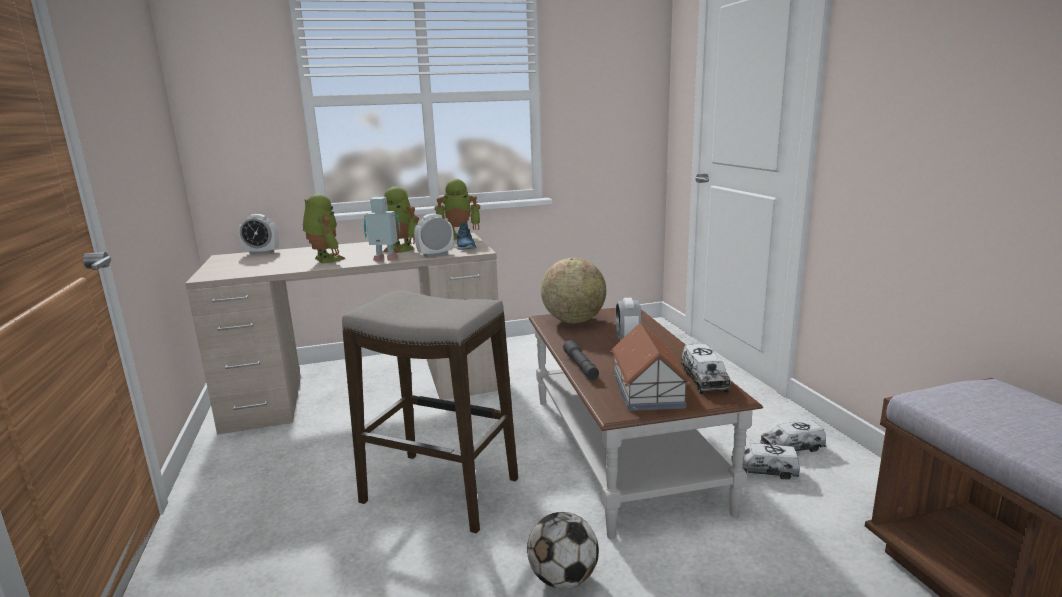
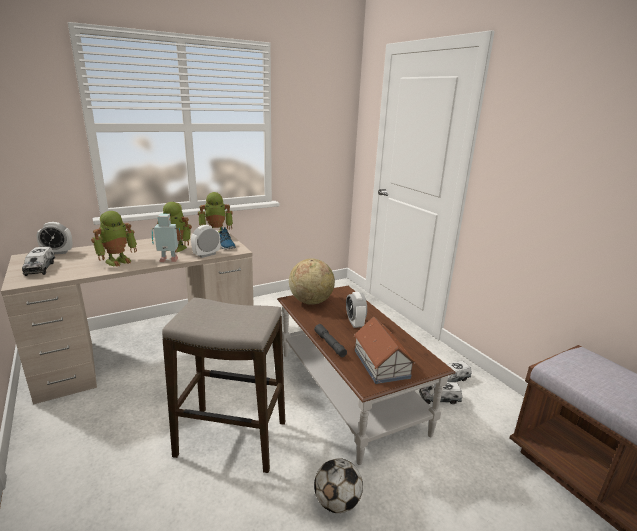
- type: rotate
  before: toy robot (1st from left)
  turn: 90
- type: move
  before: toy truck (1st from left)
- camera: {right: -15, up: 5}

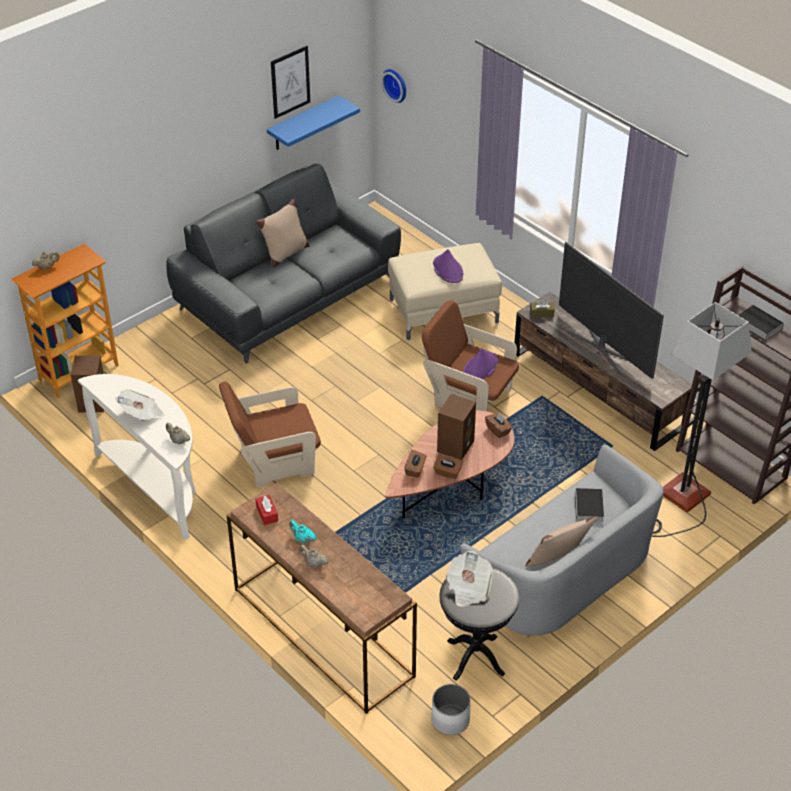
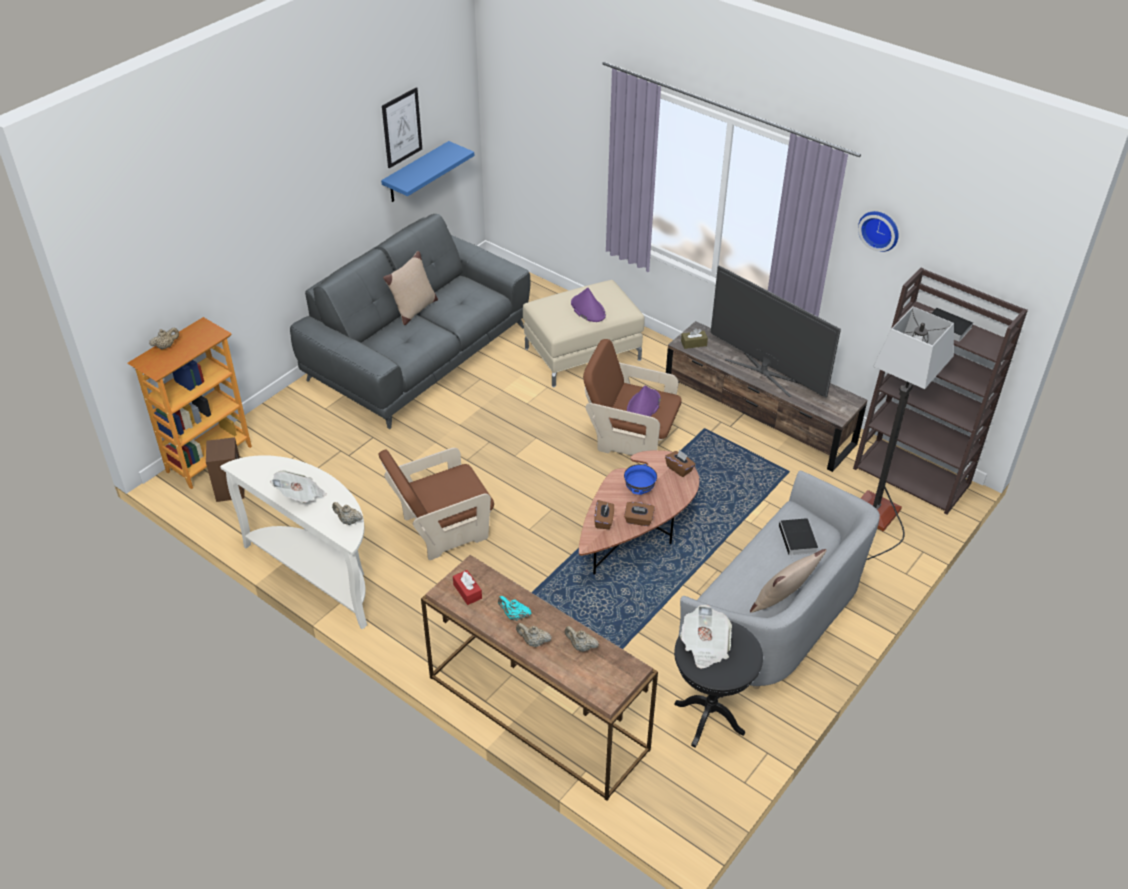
- type: move
  before: wall clock
- type: delete
  before: white planter
- type: replace
  before: brown speaker (2nd from left)
  after: blue bowl
- type: insert
  after: beige teapot (4th from left)
- camera: {right: -10, up: 0}

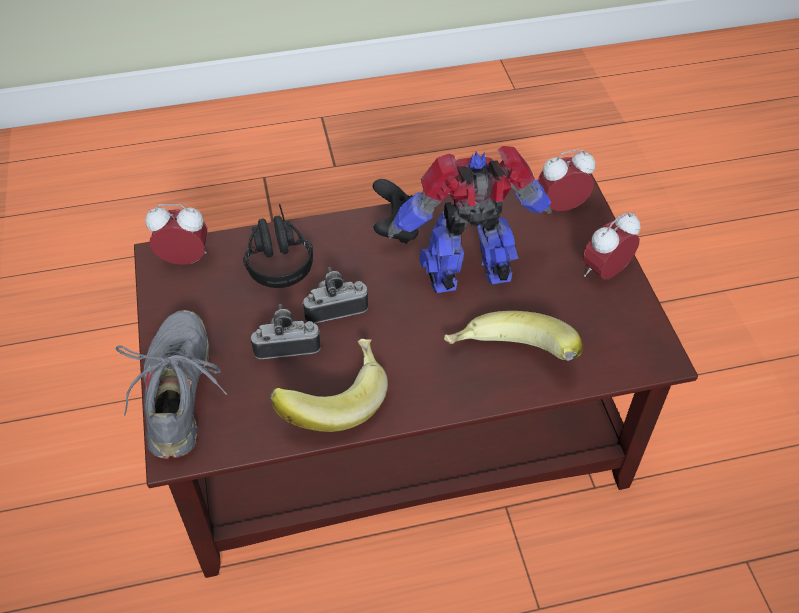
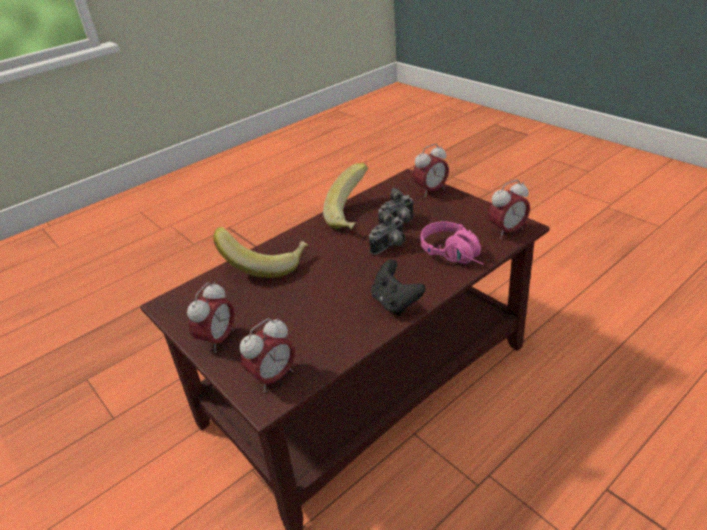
- type: replace
  before: grey shoe
  after: alarm clock (3rd from left)
- type: recolor
  before: black headphones
  after: pink headphones
- type: delete
  before: toy robot
- camera: {right: 155, up: -15}

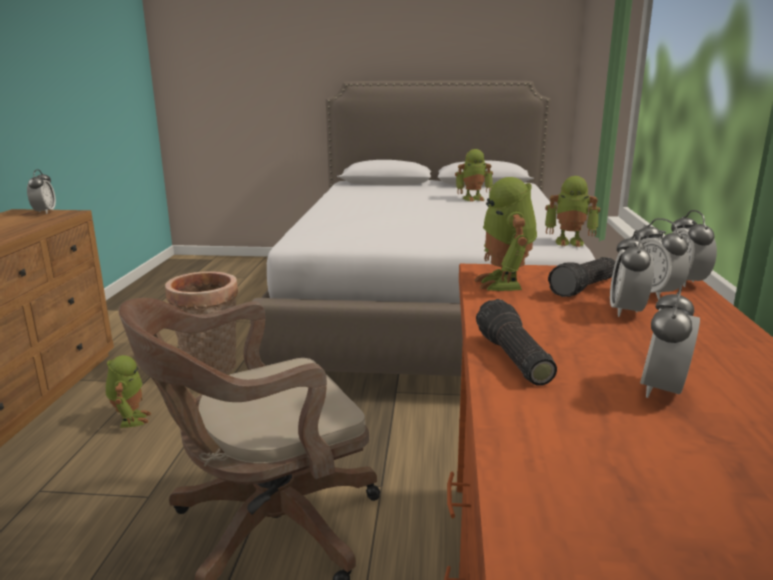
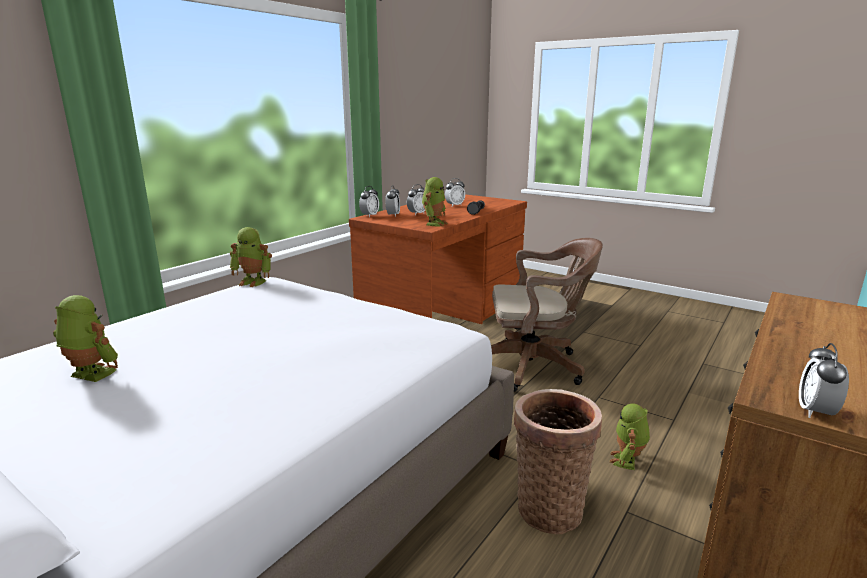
- type: rotate
  before: toy robot (4th from left in the first image)
  turn: 150
- type: delete
  before: flashlight (2nd from left)
- camera: {right: -150, up: 0}

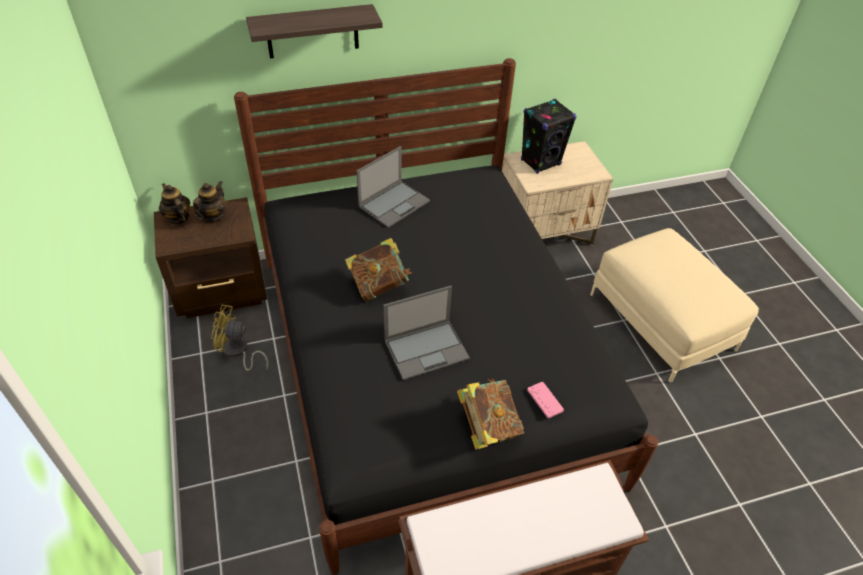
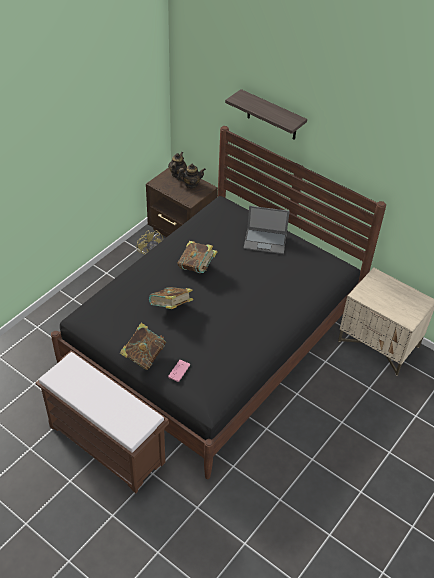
- type: replace
  before: laptop (2nd from left)
  after: book (2nd from left)
- type: delete
  before: black speaker
- type: delete
  before: beige ottoman
- camera: {right: 55, up: 0}

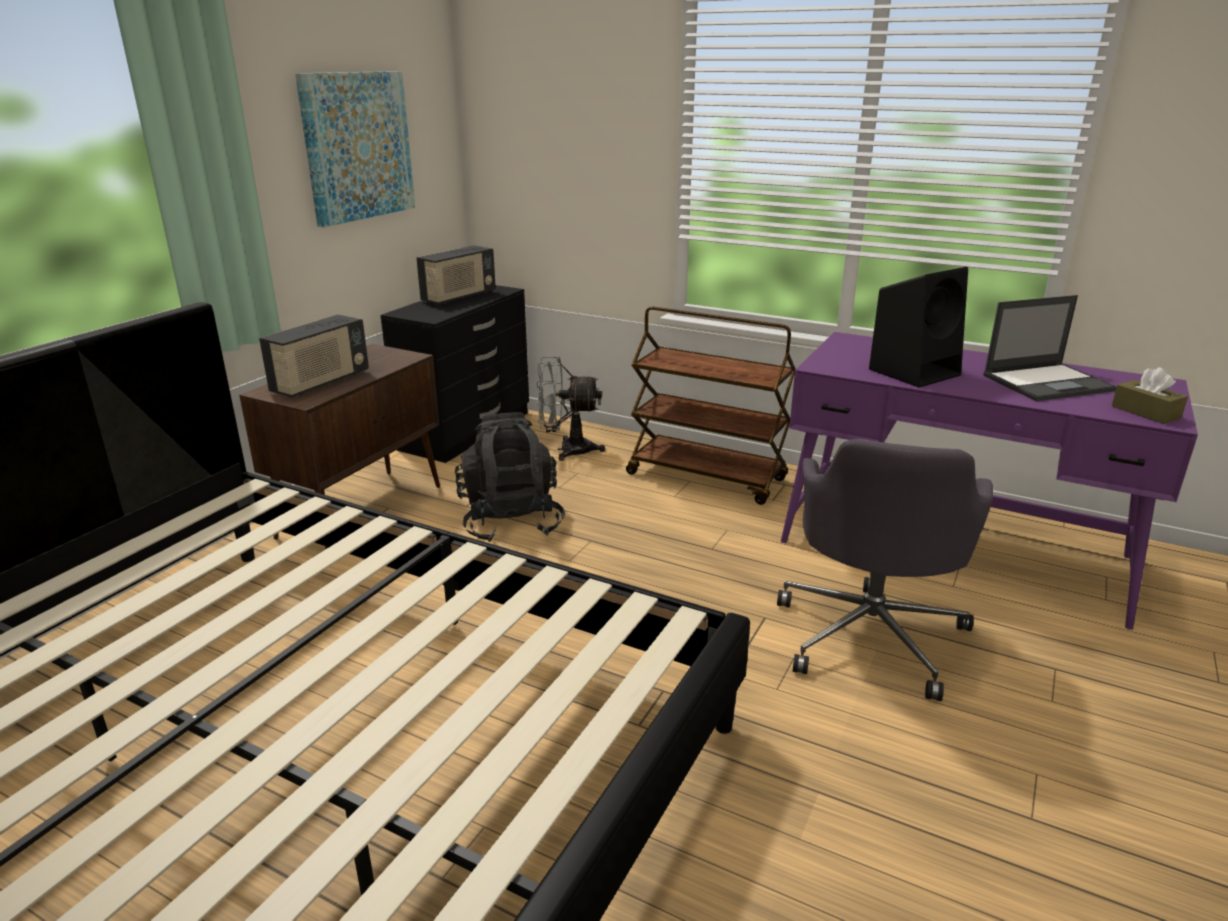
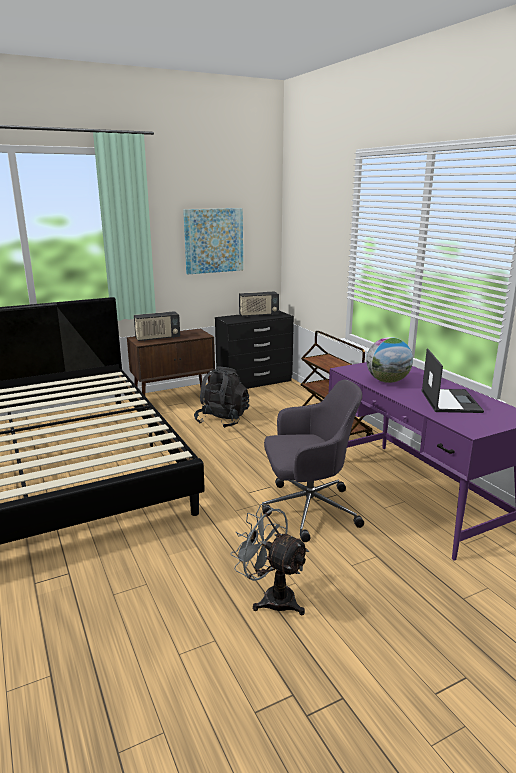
- type: move
  before: grey fan
- type: rotate
  before: grey office chair
  turn: -150
- type: replace
  before: black speaker
  after: globe
- type: rotate
  before: laptop
  turn: -105
- type: delete
  before: brown tissue box
- camera: {right: 35, up: -5}

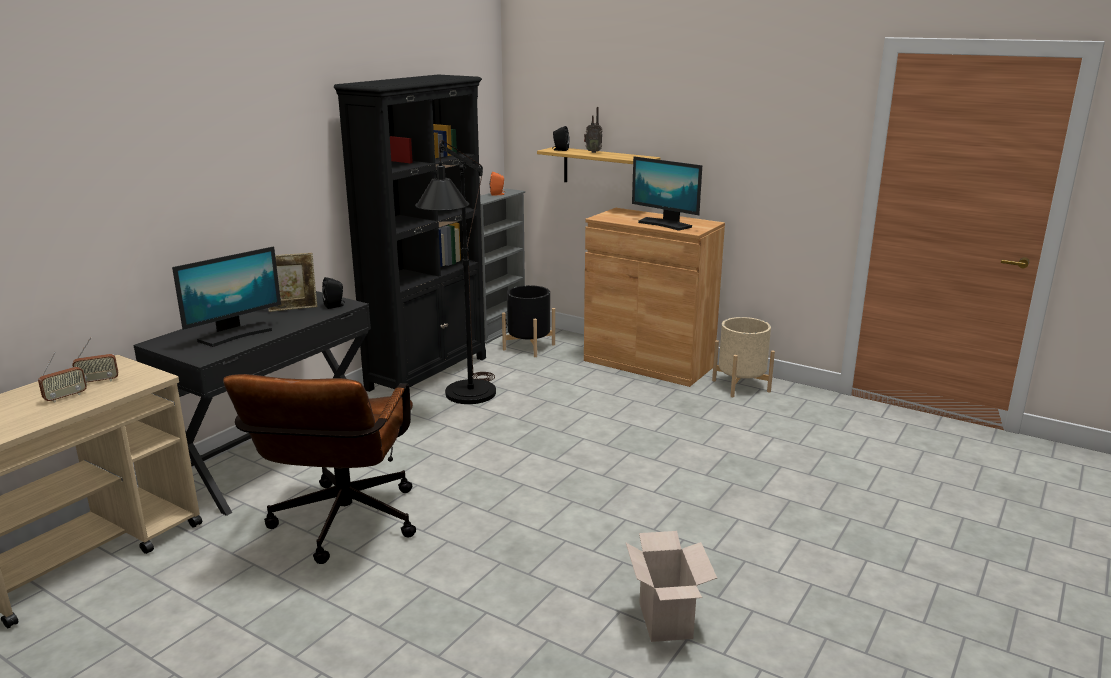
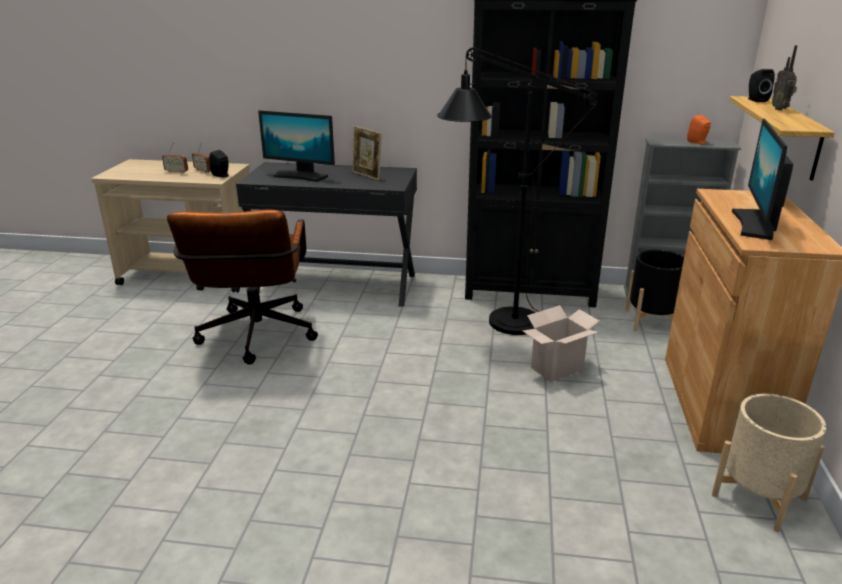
- type: rotate
  before: brown office chair
  turn: -75
- type: move
  before: black speaker (1st from left)
- type: move
  before: cardboard box
- camera: {right: 65, up: 5}

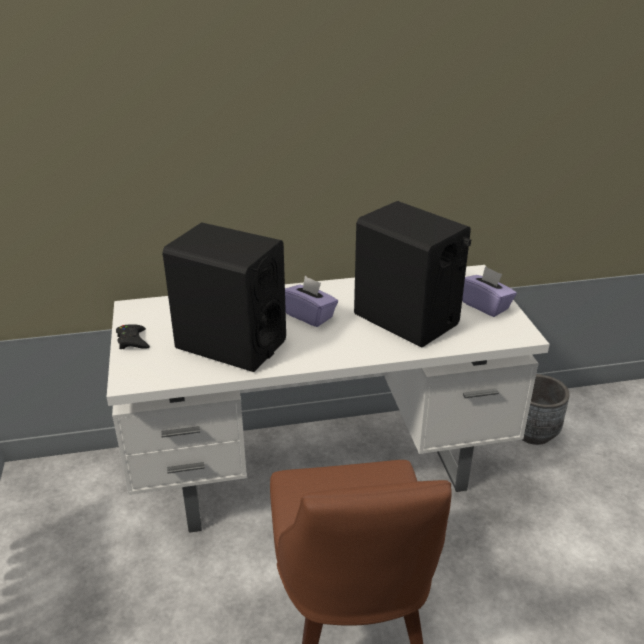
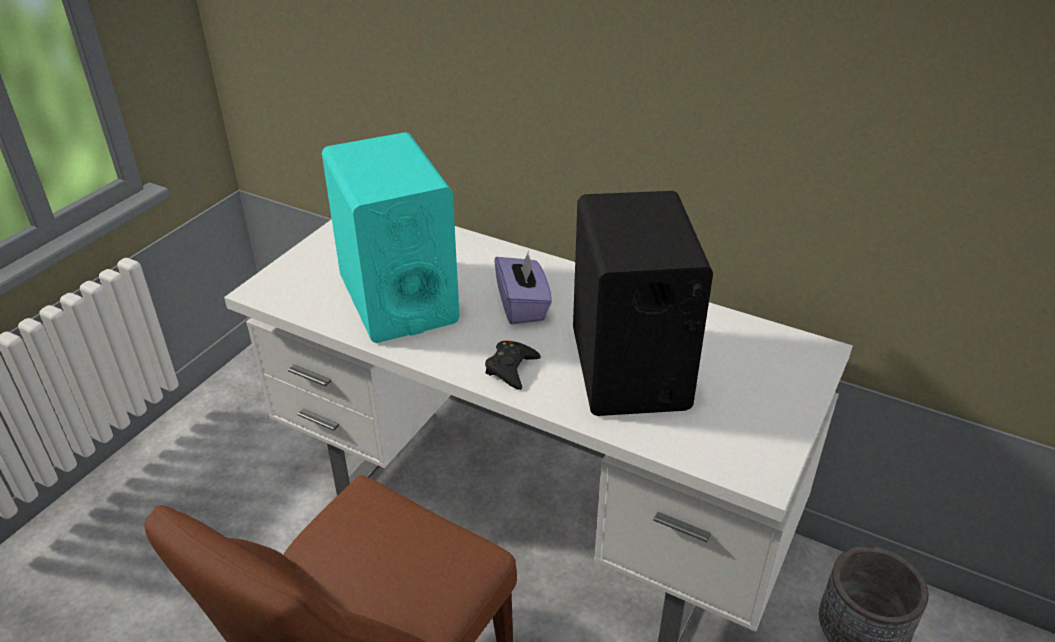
- type: move
  before: black game controller
- type: recolor
  before: black speaker (1st from left)
  after: turquoise speaker
- type: delete
  before: purple tissue box (2nd from left)
- camera: {right: 40, up: 5}

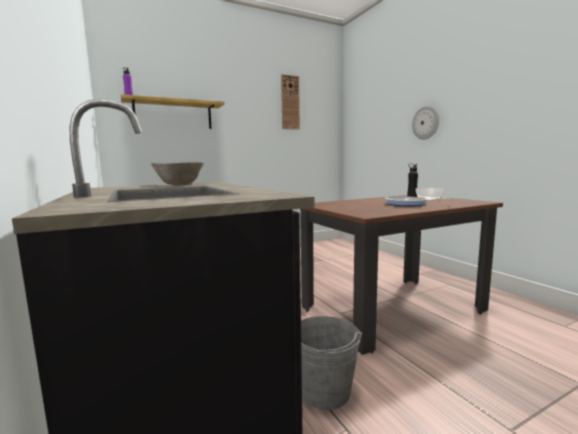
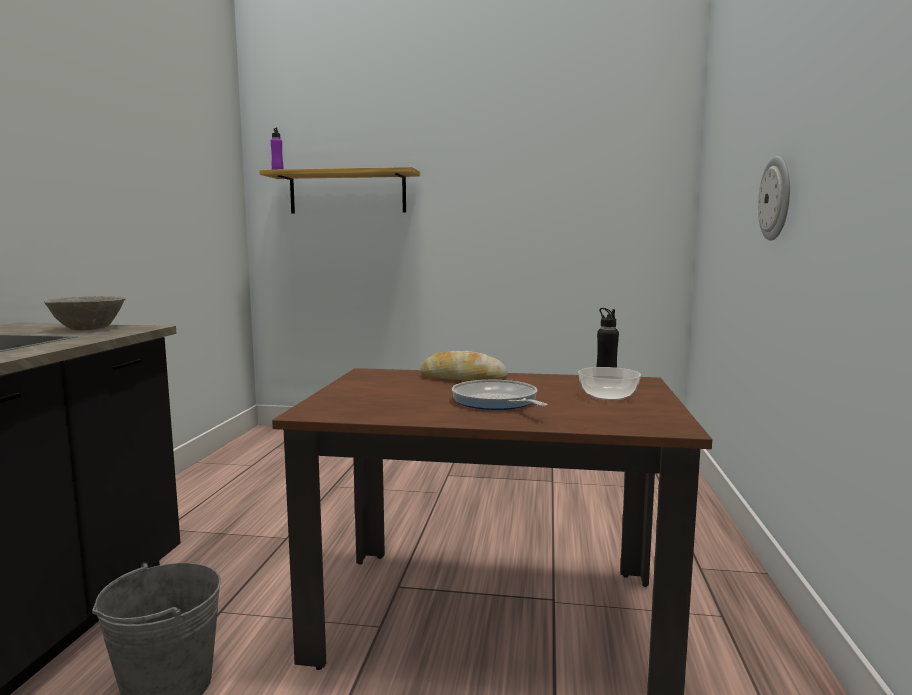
- type: delete
  before: wall clock (1st from left)
- type: insert
  after: bread
- camera: {right: 35, up: 0}

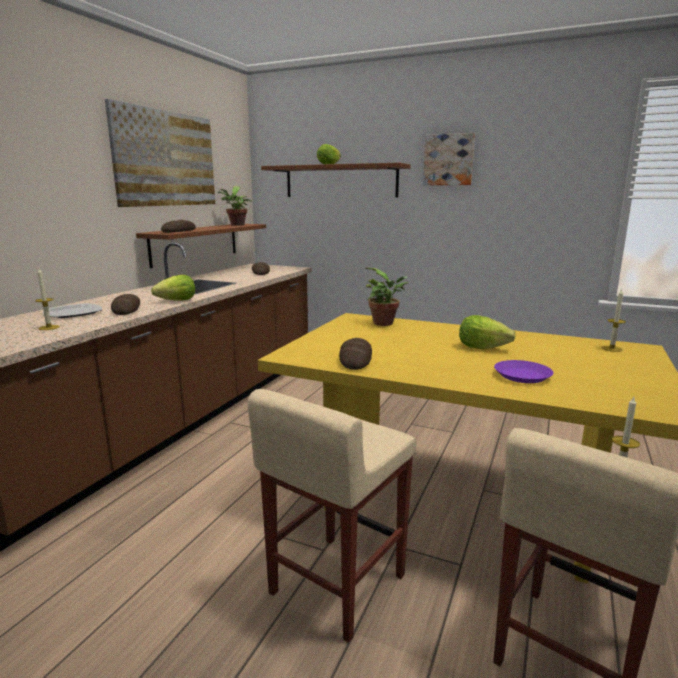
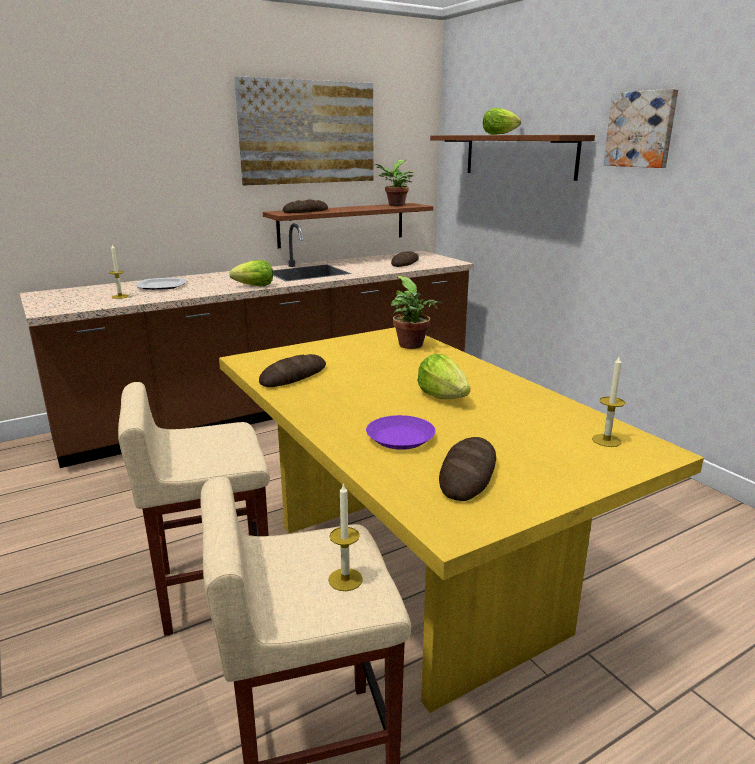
- type: move
  before: bread (1st from left in the first image)
  after: bread (4th from left)
- camera: {right: 35, up: 5}

